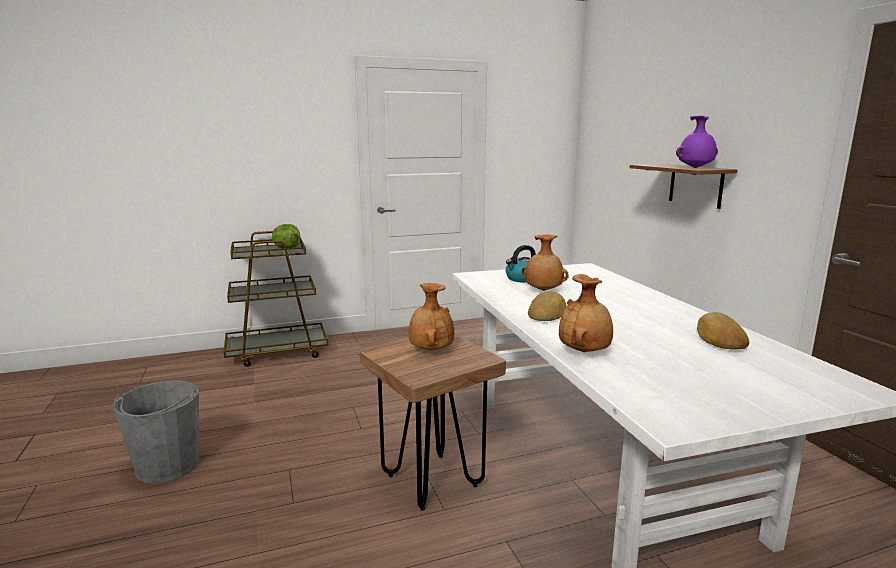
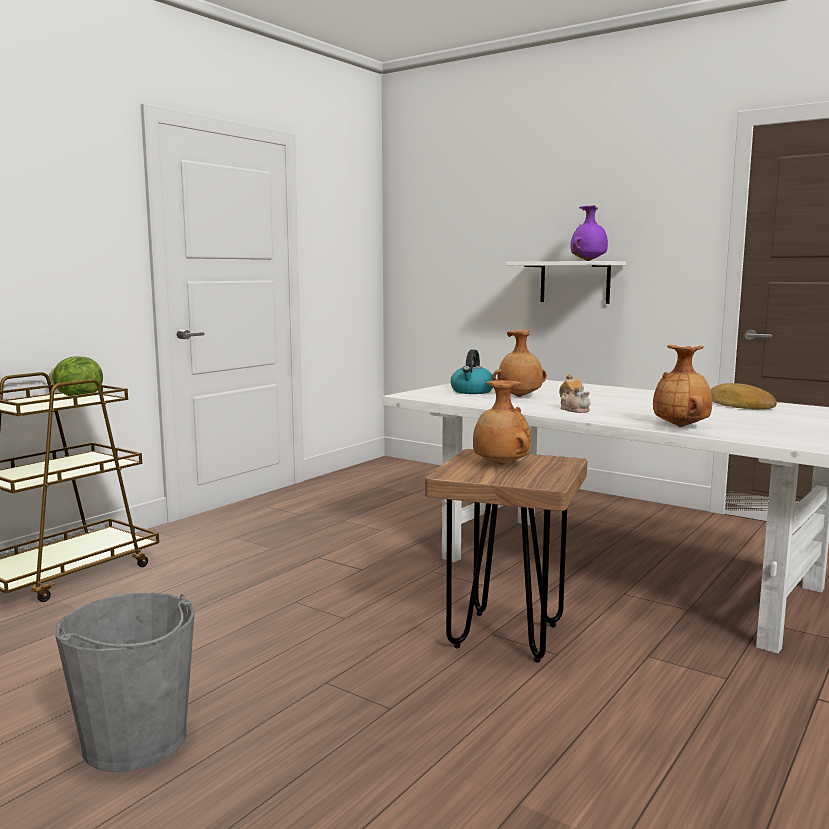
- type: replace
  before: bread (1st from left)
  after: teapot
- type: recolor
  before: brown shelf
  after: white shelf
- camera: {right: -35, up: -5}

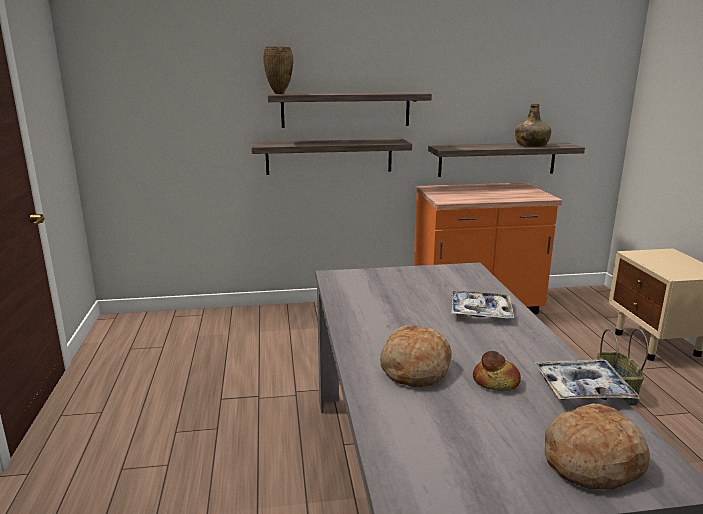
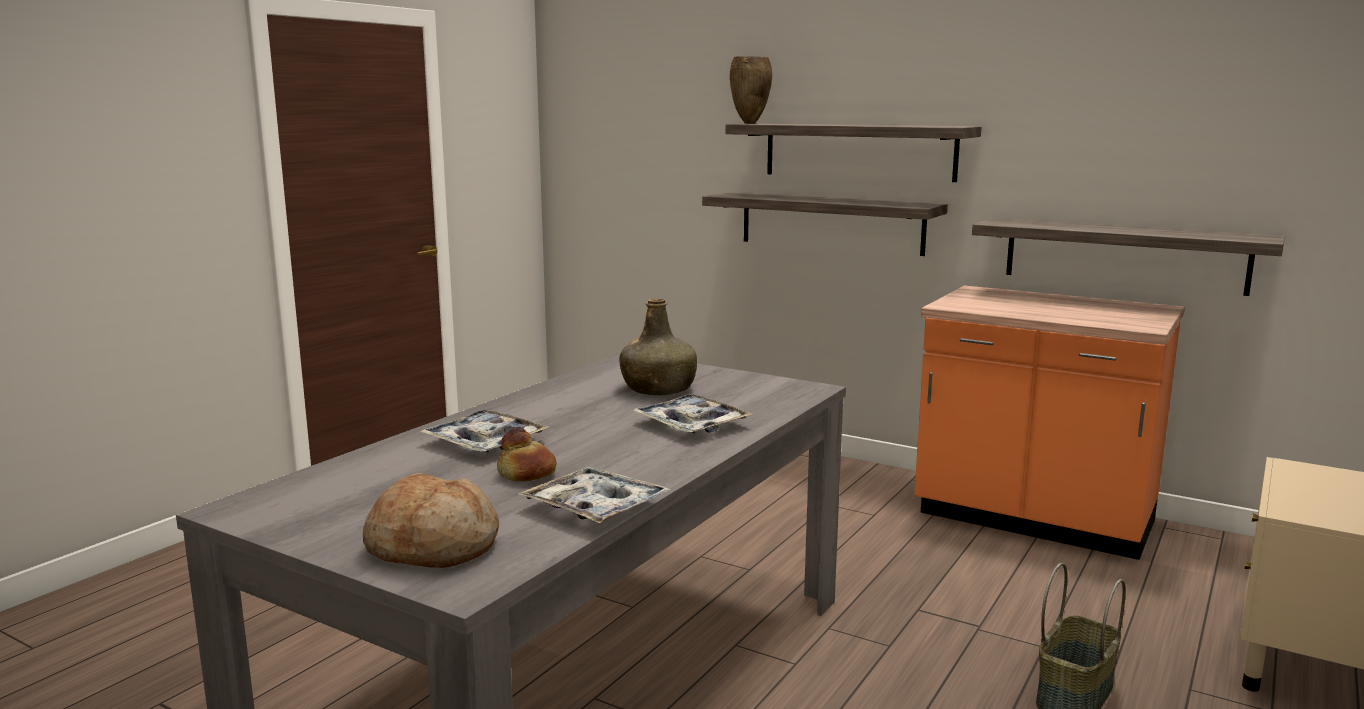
- type: replace
  before: bread (1st from left)
  after: tray (1st from left)
- type: move
  before: green bottle
- camera: {right: 40, up: -5}

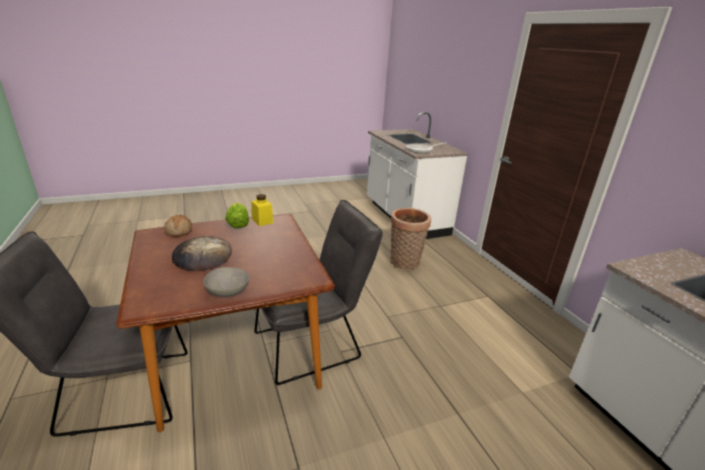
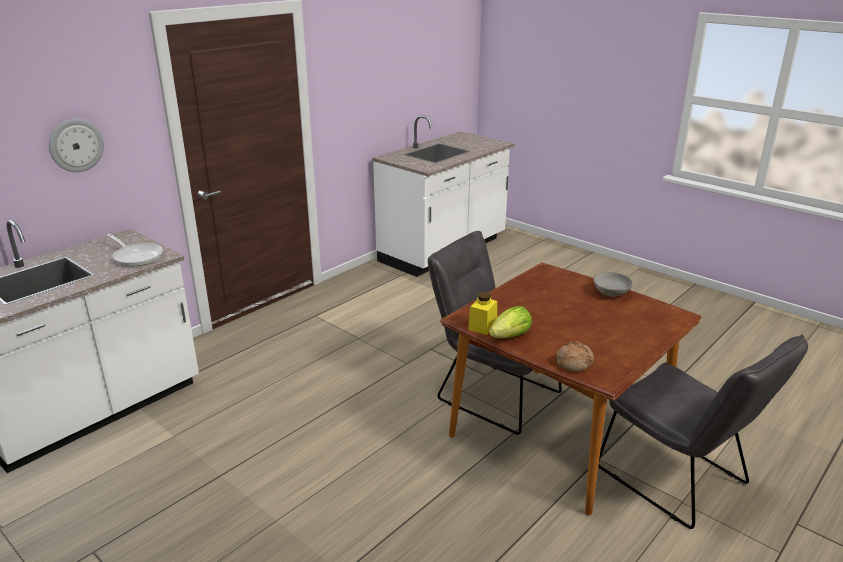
- type: delete
  before: bread (2nd from left)
- type: delete
  before: basket
- type: insert
  after: wall clock
- camera: {right: -115, up: 0}

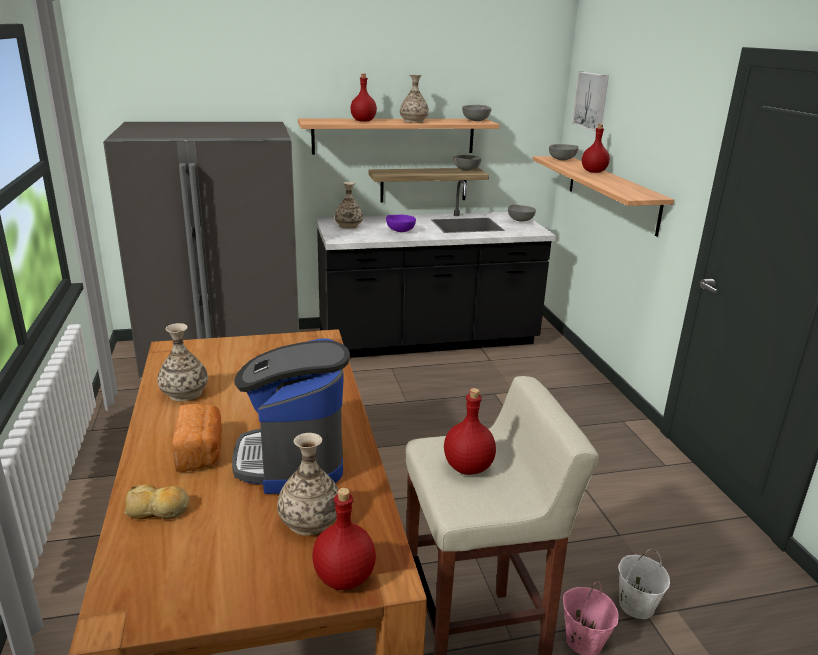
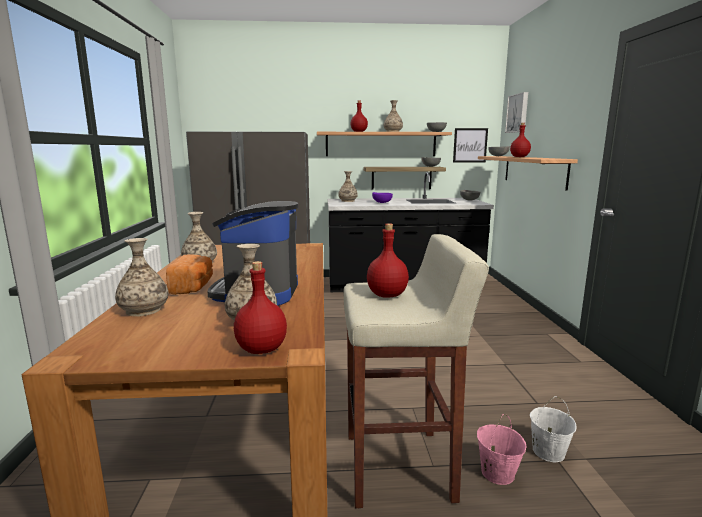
- type: replace
  before: bread (1st from left)
  after: vase (1st from left)
- type: insert
  after: picture (1st from left)
- camera: {right: 10, up: -10}

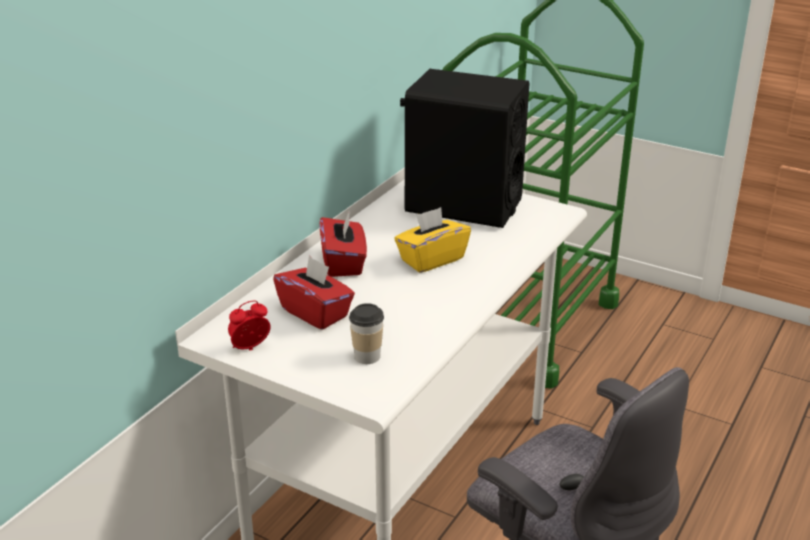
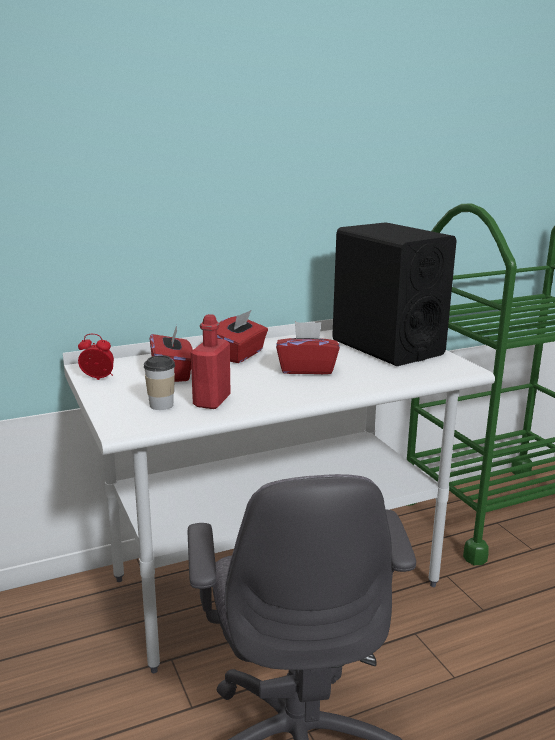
- type: recolor
  before: yellow tissue box
  after: red tissue box (3rd from left)
- type: insert
  after: red bottle
- camera: {right: 35, up: -10}

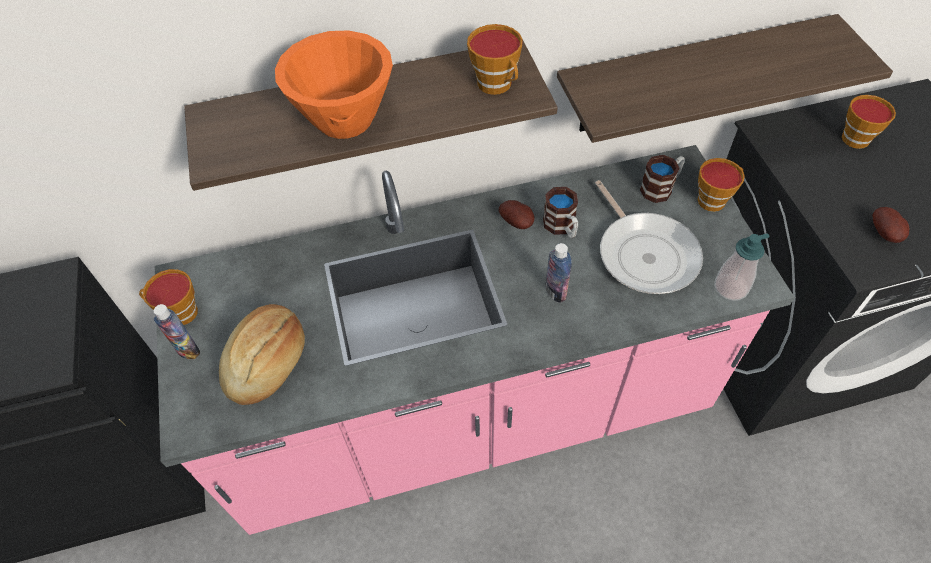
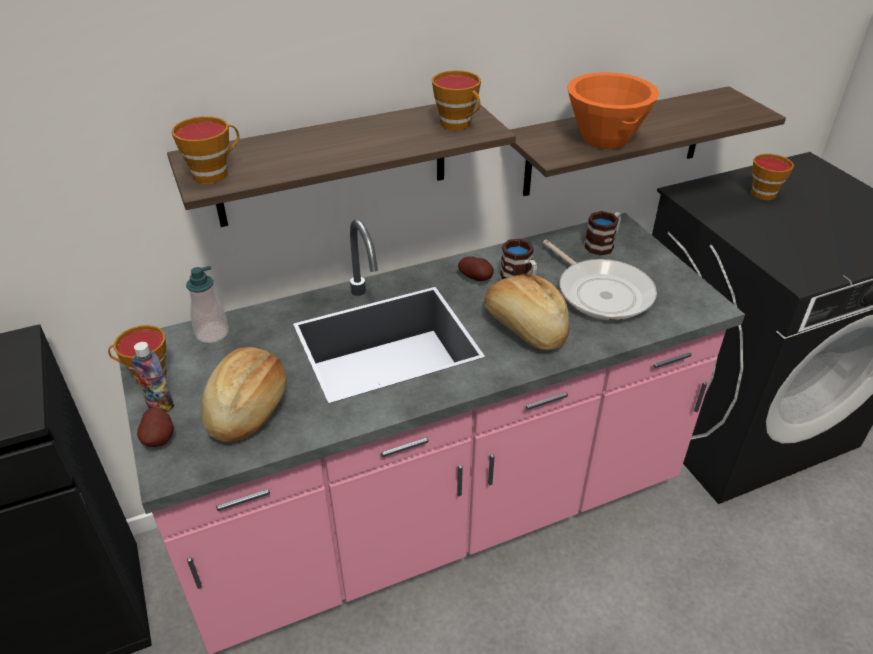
- type: move
  before: orange bowl
- type: replace
  before: bottle (2nd from left)
  after: bread (2nd from left)
- type: move
  before: cup (3rd from left in the first image)
  after: cup (2nd from left)
- type: move
  before: soap dispenser
- type: move
  before: potato (2nd from left in the first image)
  after: potato (1st from left)
- camera: {right: -10, up: -15}

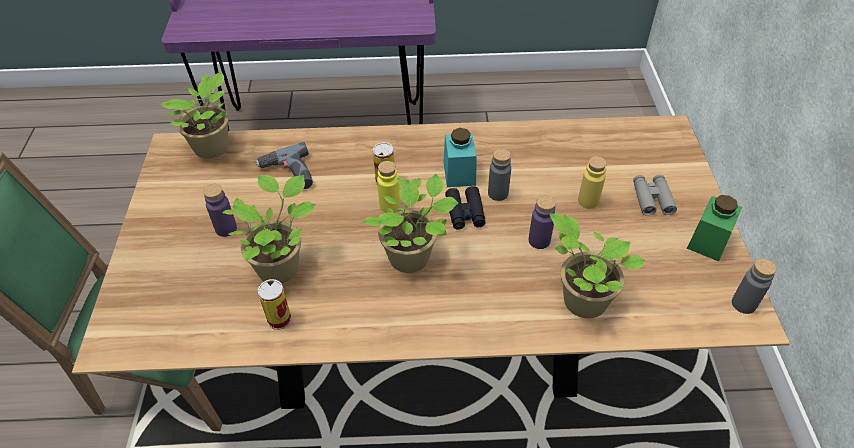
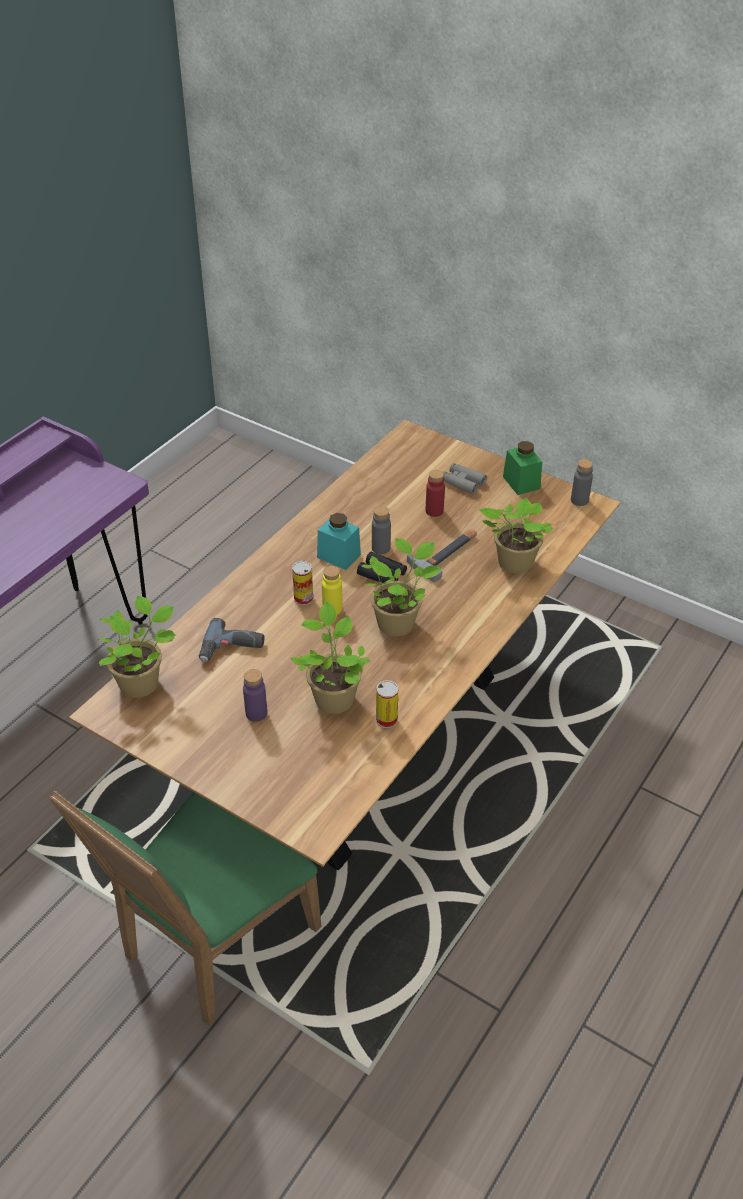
- type: replace
  before: purple bottle (2nd from left)
  after: hammer
- type: recolor
  before: yellow bottle (2nd from left)
  after: red bottle
- camera: {right: -55, up: -5}

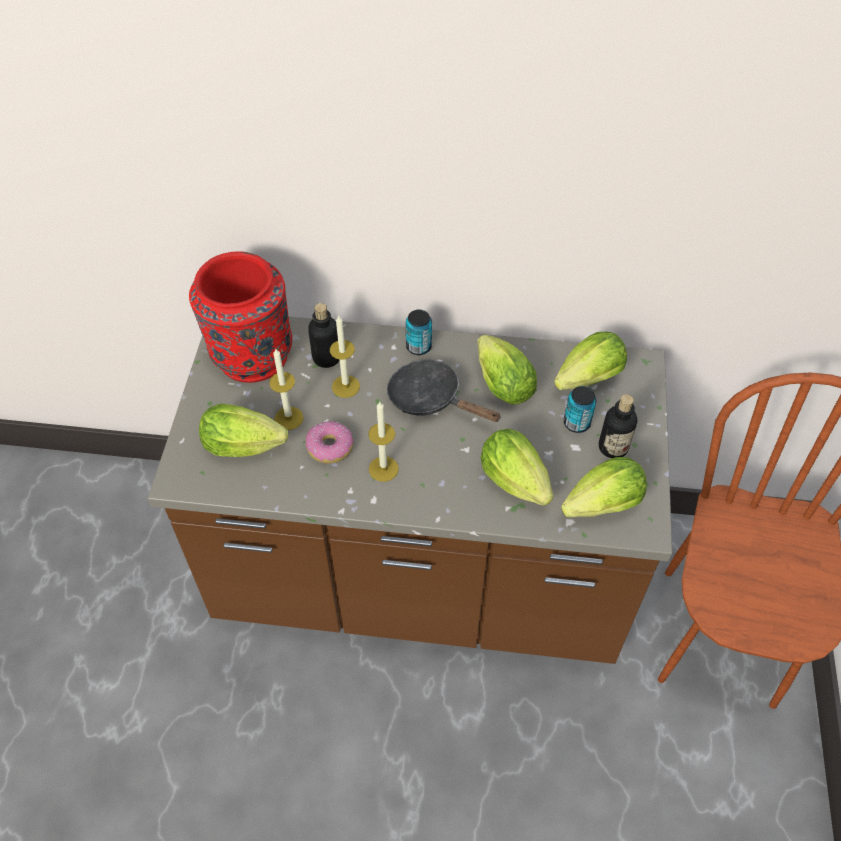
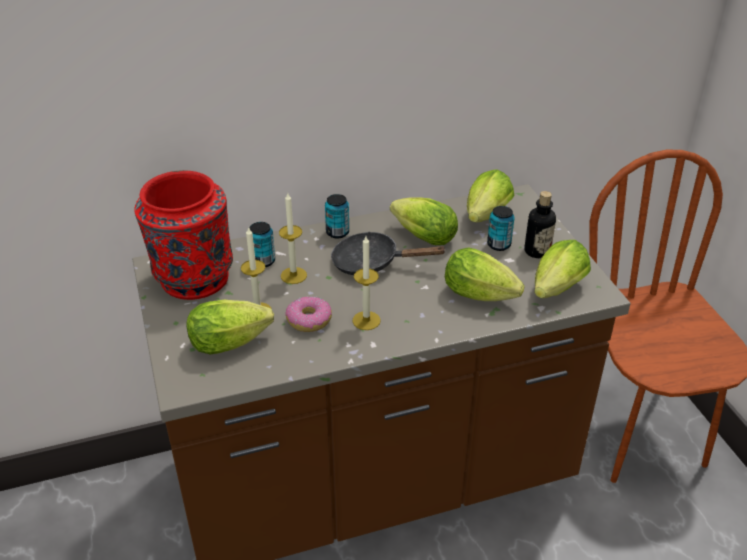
- type: replace
  before: bottle (1st from left)
  after: can (1st from left)
- camera: {right: -25, up: -15}

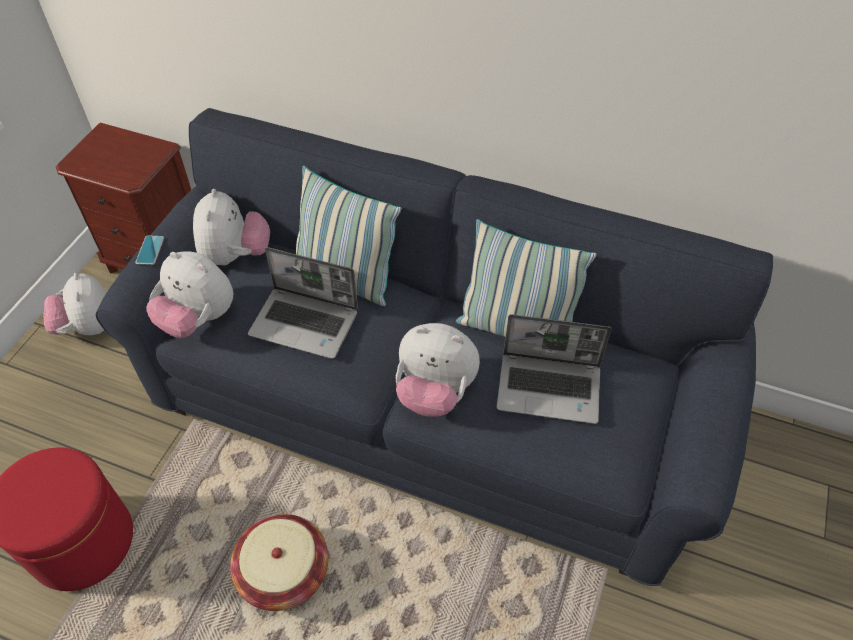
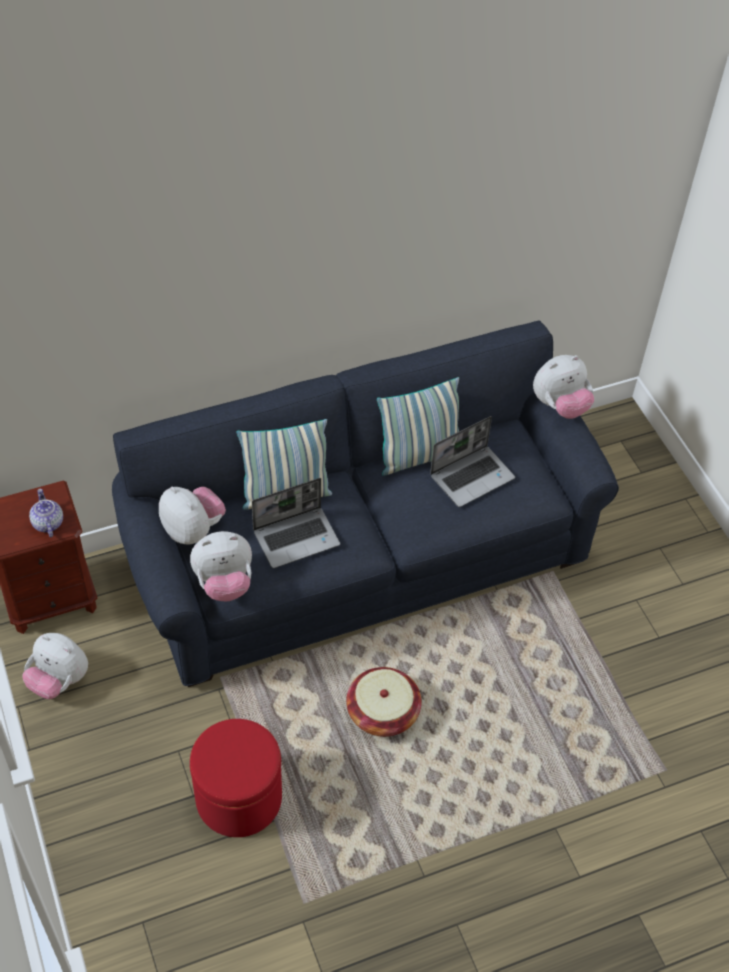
- type: delete
  before: phone
- type: move
  before: plush toy (4th from left)
- type: insert
  after: teapot
- camera: {right: -45, up: 0}

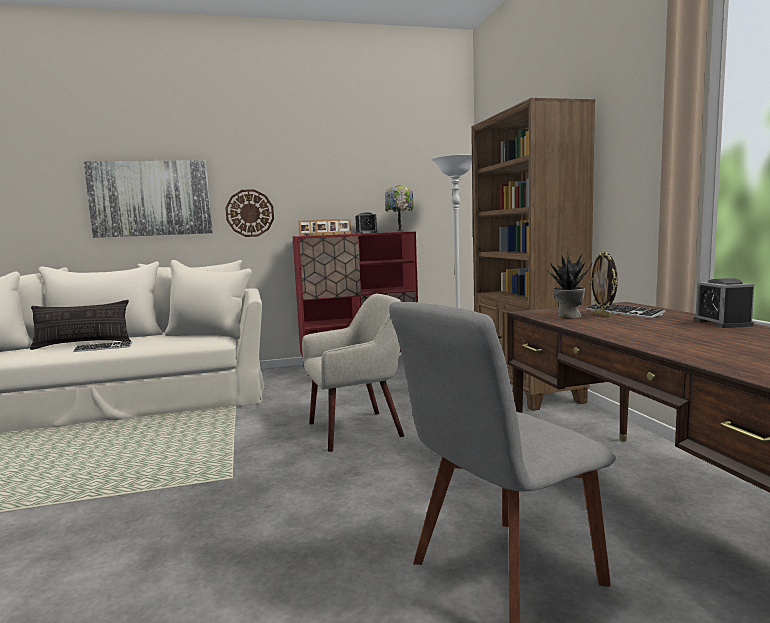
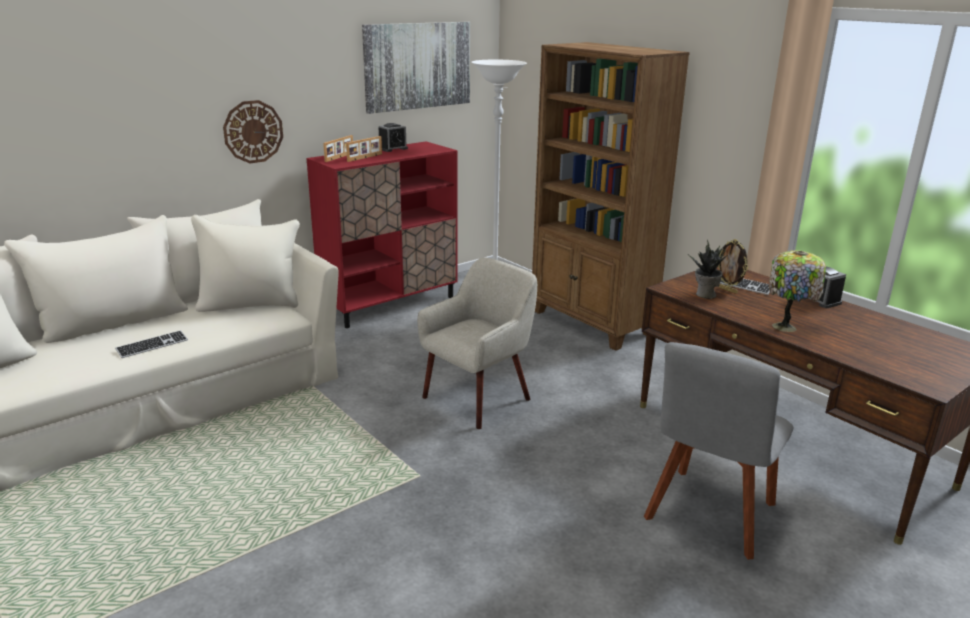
- type: delete
  before: pillow
- type: move
  before: picture
- type: move
  before: table lamp
- camera: {right: -25, up: 15}

